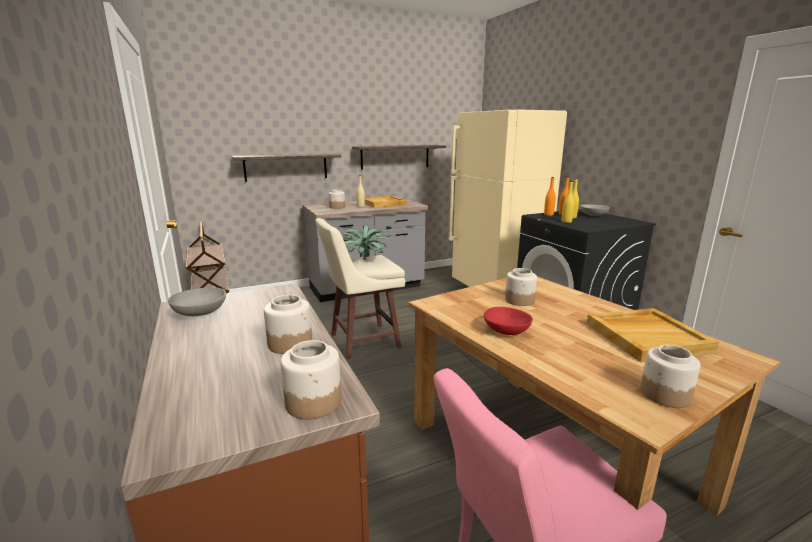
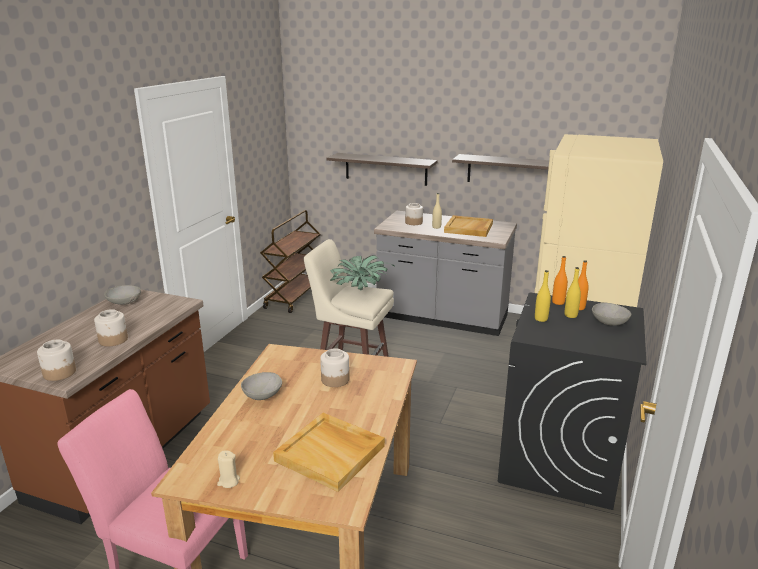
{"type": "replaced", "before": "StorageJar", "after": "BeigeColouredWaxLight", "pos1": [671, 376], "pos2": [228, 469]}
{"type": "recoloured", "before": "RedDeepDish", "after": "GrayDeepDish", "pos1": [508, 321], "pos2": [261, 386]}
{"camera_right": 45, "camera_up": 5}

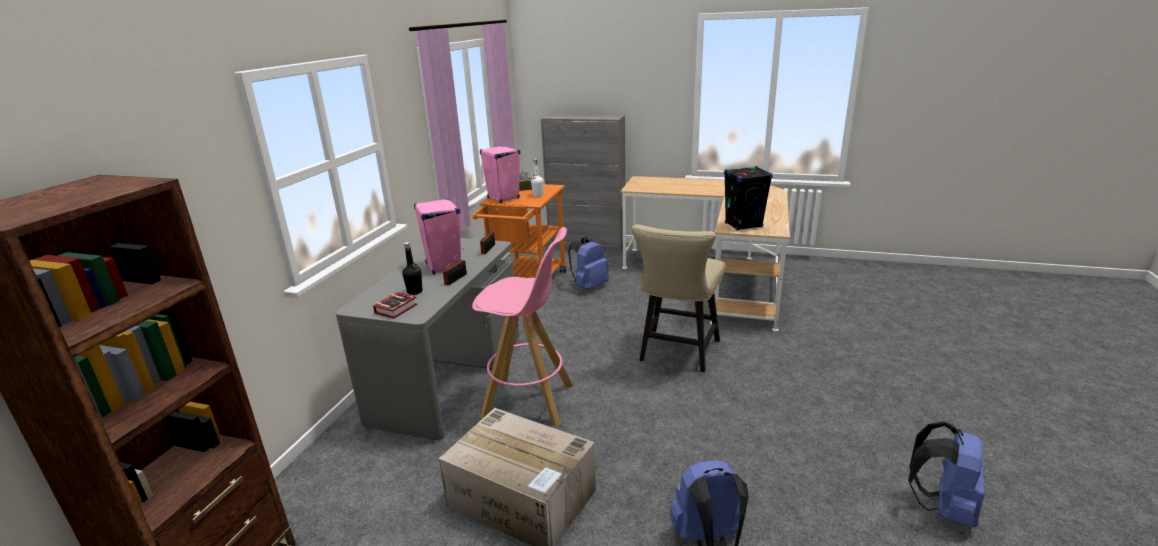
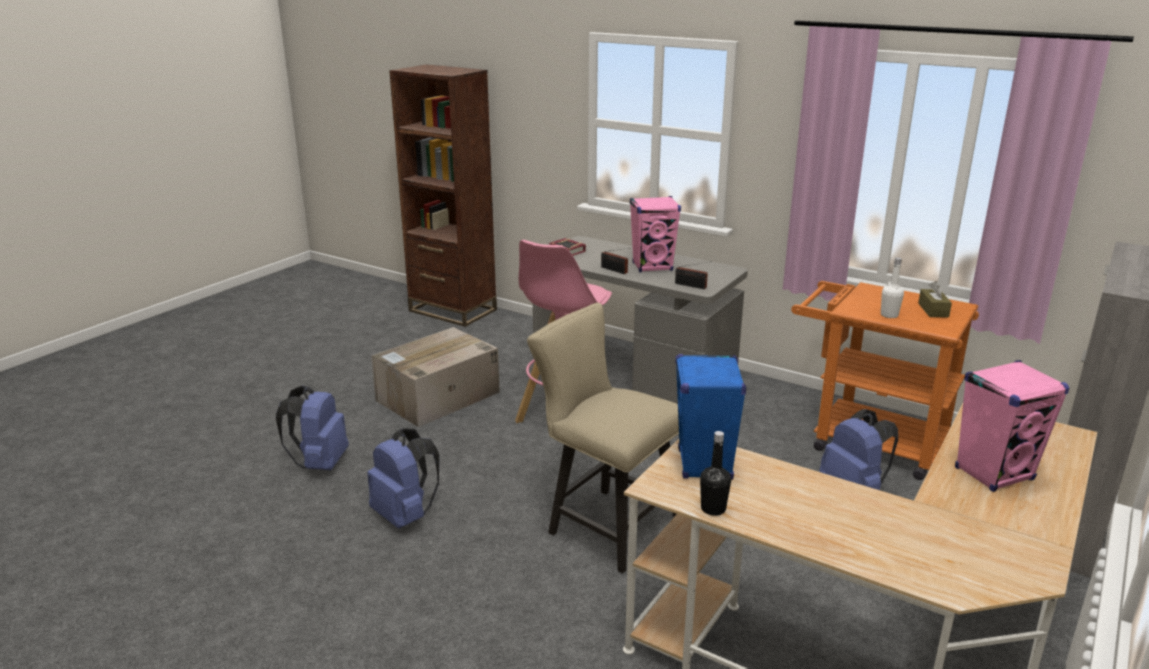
{"type": "moved", "before": "BlackDrinkBottle", "pos1": [412, 268], "pos2": [715, 473]}
{"type": "moved", "before": "PinkColouredLoudspeaker", "pos1": [500, 174], "pos2": [1012, 426]}
{"type": "moved", "before": "BluishKnapsack", "pos1": [946, 474], "pos2": [403, 478]}
{"type": "recoloured", "before": "BlackLoudspeaker", "after": "BluishLoudspeaker", "pos1": [748, 198], "pos2": [710, 417]}
{"camera_right": 105, "camera_up": 0}

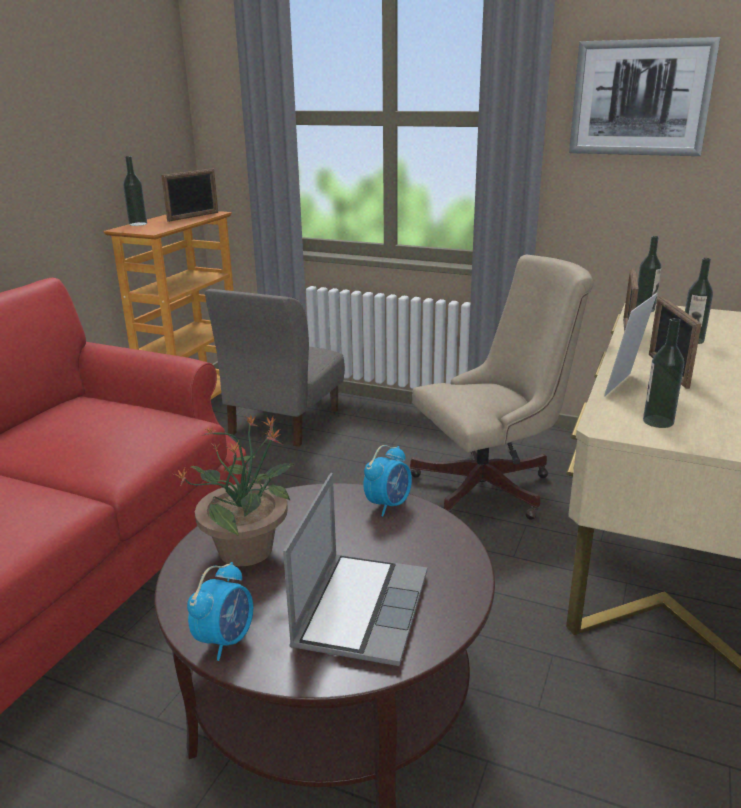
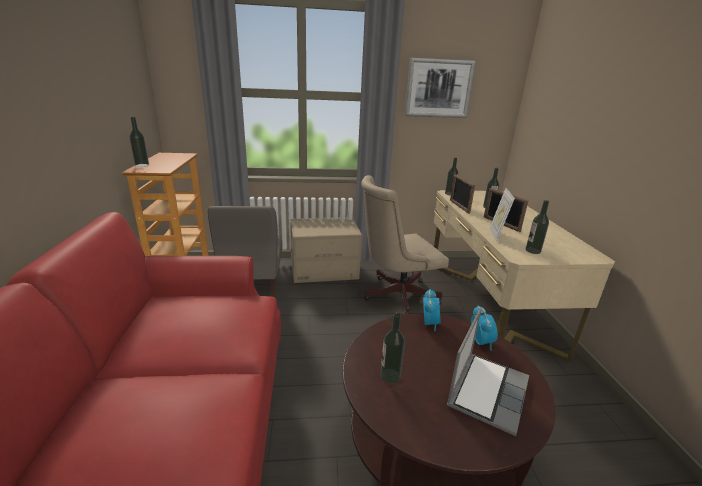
{"type": "removed", "before": "StandingFrame", "pos1": [189, 195]}
{"type": "added", "after": "Carton", "pos2": [326, 250]}
{"type": "moved", "before": "AlarmClock", "pos1": [220, 611], "pos2": [484, 328]}
{"type": "replaced", "before": "PottedPlant", "after": "DrinkBottle", "pos1": [234, 490], "pos2": [393, 348]}
{"type": "turned", "before": "Laptop", "pos1": [355, 569], "pos2": [488, 372], "turn": 45}
{"type": "turned", "before": "BeigeColouredDeskChair", "pos1": [502, 387], "pos2": [405, 245], "turn": -150}
{"camera_right": -30, "camera_up": 0}

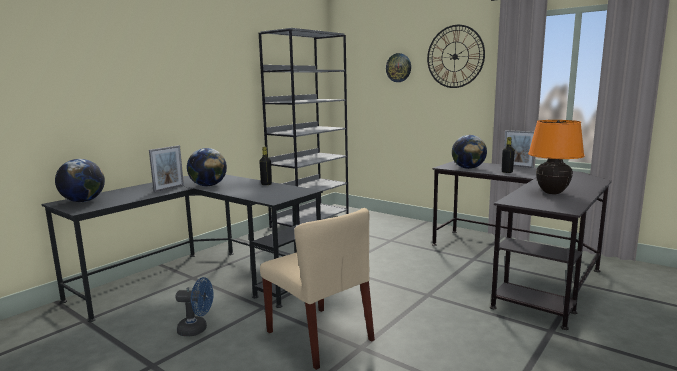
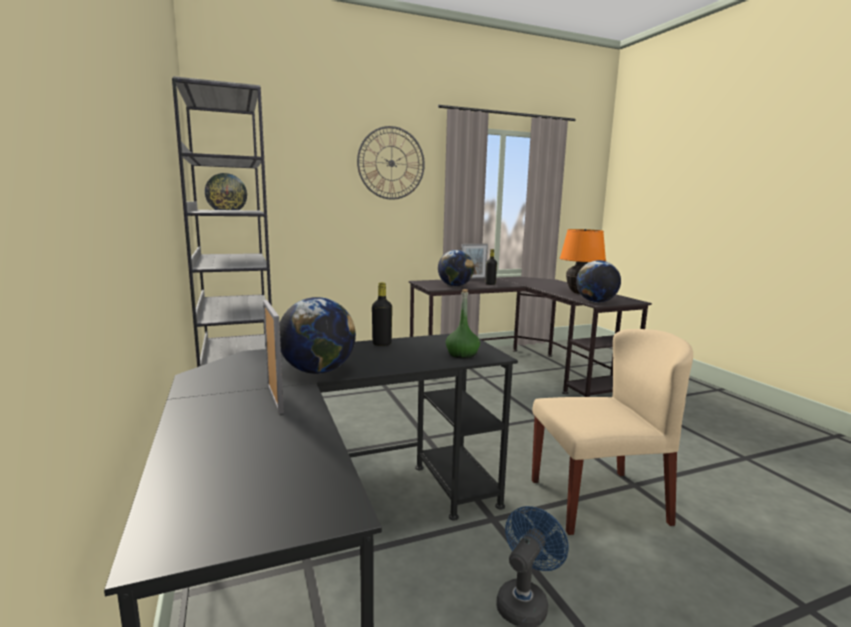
{"type": "added", "after": "GreenishDrinkBottle", "pos2": [463, 323]}
{"type": "moved", "before": "Globe", "pos1": [80, 180], "pos2": [598, 281]}
{"type": "moved", "before": "ClockOnTheWall", "pos1": [398, 67], "pos2": [226, 191]}
{"camera_right": -60, "camera_up": 0}

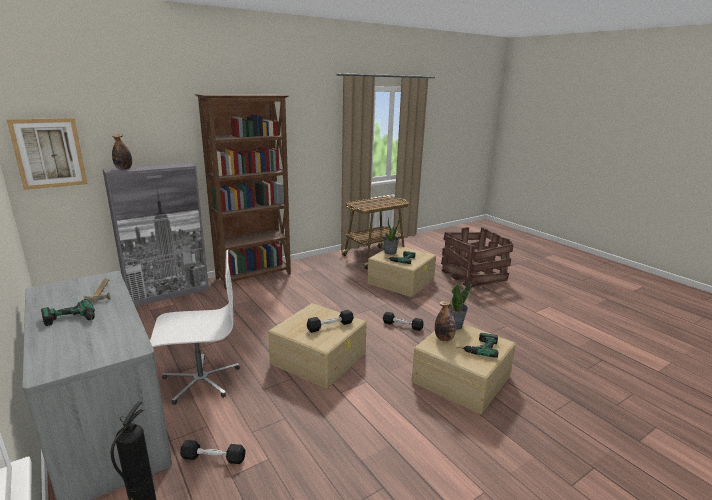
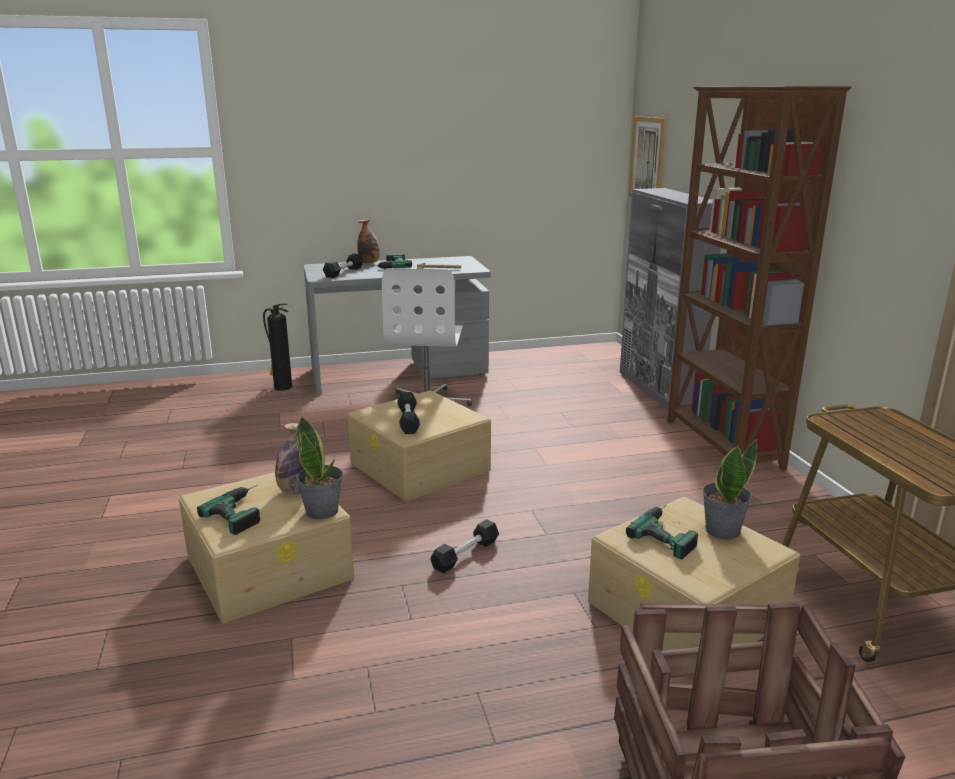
{"type": "moved", "before": "DrinkBottle", "pos1": [122, 152], "pos2": [368, 241]}
{"type": "moved", "before": "BlackDumbbell", "pos1": [213, 452], "pos2": [343, 266]}
{"camera_right": 110, "camera_up": 0}

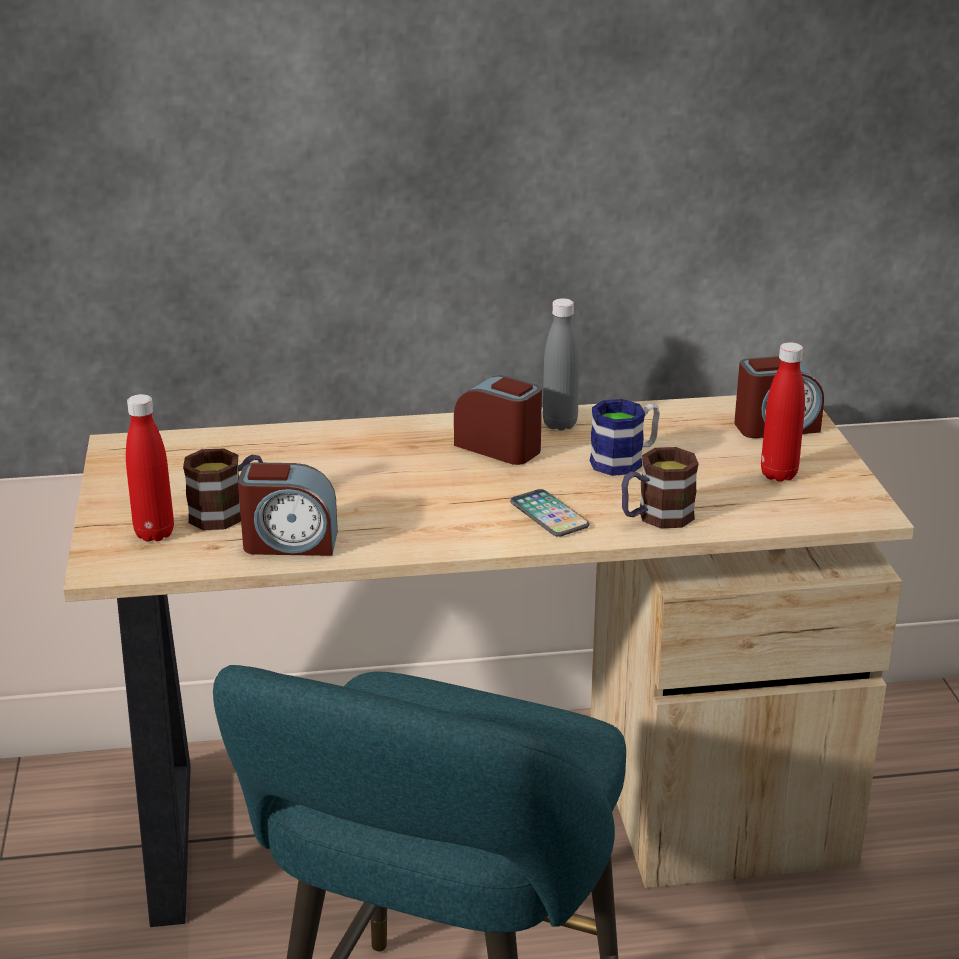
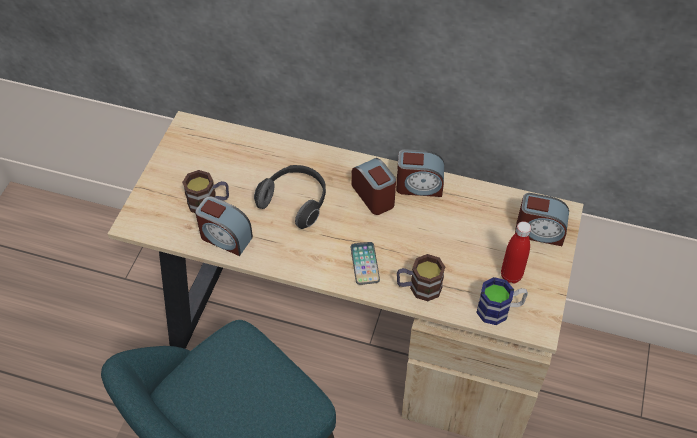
{"type": "removed", "before": "RedDrinkBottle", "pos1": [150, 468]}
{"type": "added", "after": "Headphones", "pos2": [290, 197]}
{"type": "moved", "before": "CoffeeMug", "pos1": [625, 437], "pos2": [502, 301]}
{"type": "replaced", "before": "GrayDrinkBottle", "after": "AlarmClock", "pos1": [561, 364], "pos2": [420, 173]}
{"camera_right": 25, "camera_up": 25}

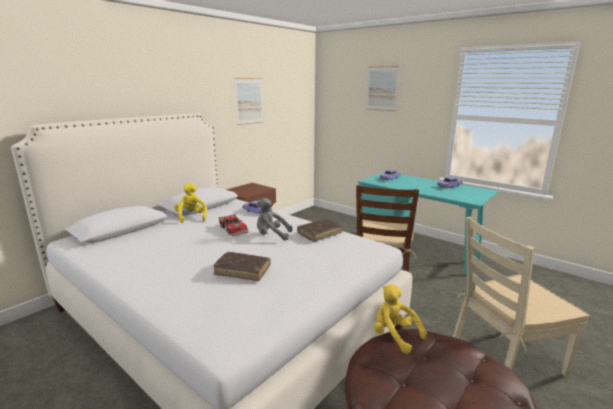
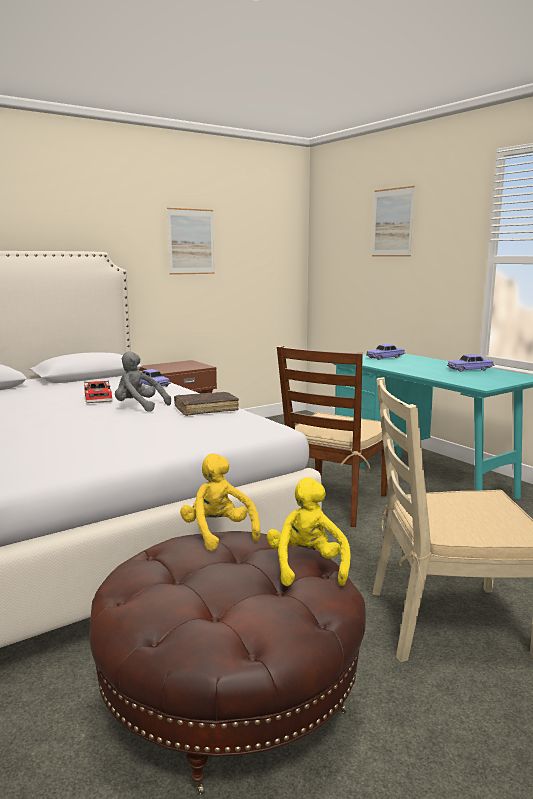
{"type": "removed", "before": "BrownColouredVolume", "pos1": [242, 266]}
{"type": "moved", "before": "YellowCuddlyToy", "pos1": [190, 203], "pos2": [309, 531]}
{"camera_right": 15, "camera_up": -5}

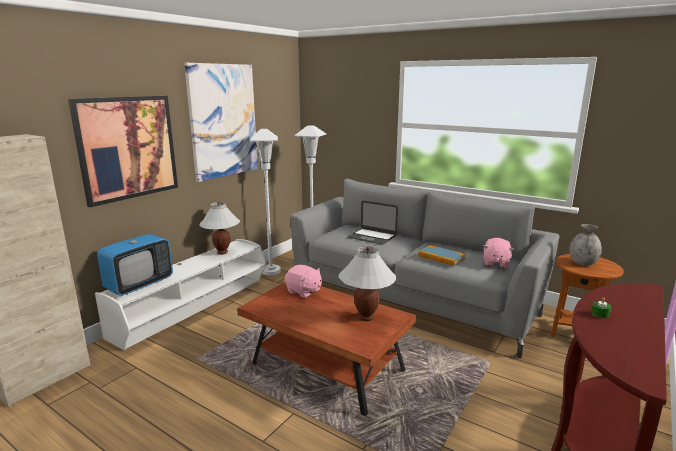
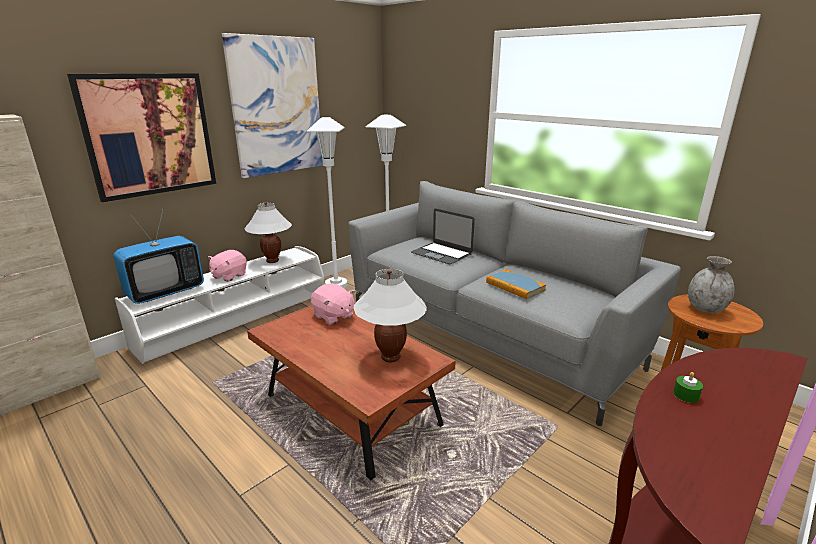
{"type": "moved", "before": "PinkColouredCuddlyToy", "pos1": [498, 253], "pos2": [227, 266]}
{"camera_right": 10, "camera_up": 5}

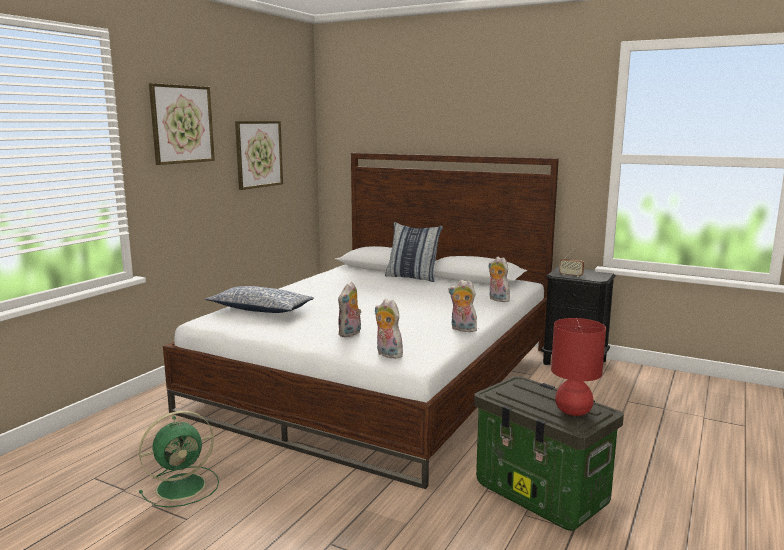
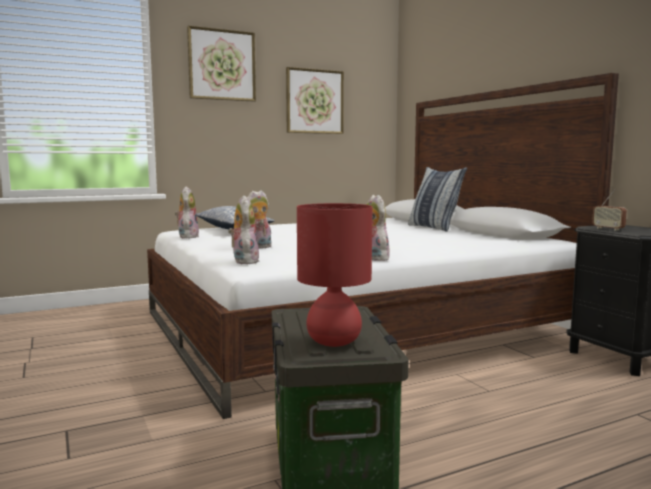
{"type": "removed", "before": "GreenishFan", "pos1": [179, 459]}
{"type": "moved", "before": "CuddlyToy", "pos1": [499, 279], "pos2": [187, 213]}
{"camera_right": 35, "camera_up": -5}

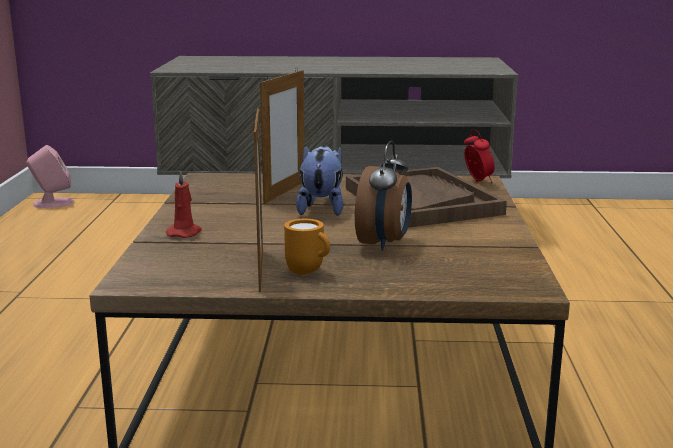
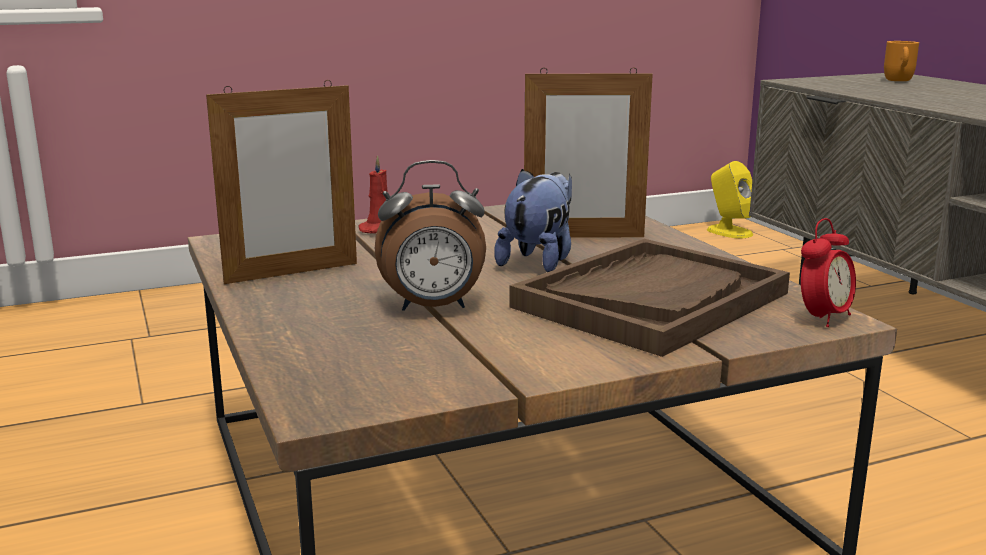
{"type": "moved", "before": "OrangeyCoffeeMug", "pos1": [307, 247], "pos2": [901, 61]}
{"type": "recoloured", "before": "PinkColouredLoudspeaker", "after": "YellowLoudspeaker", "pos1": [50, 176], "pos2": [730, 200]}
{"type": "turned", "before": "CuddlyToy", "pos1": [319, 180], "pos2": [533, 220], "turn": -45}
{"camera_right": 65, "camera_up": 0}

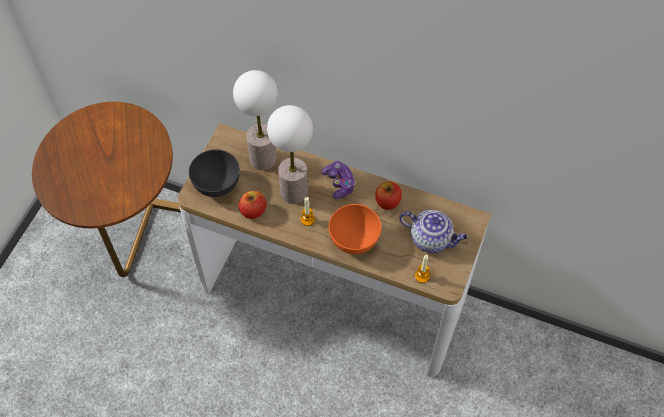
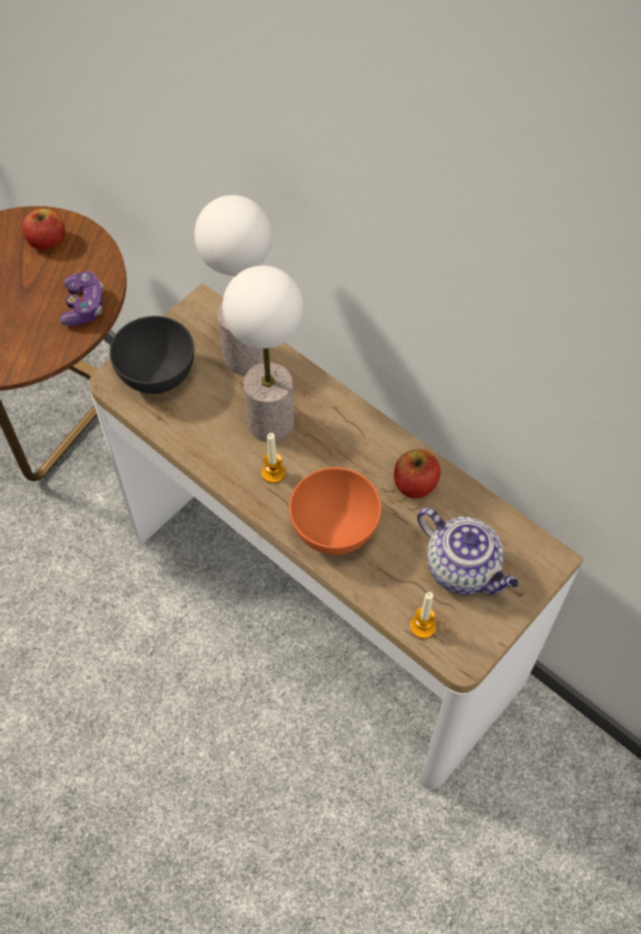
{"type": "moved", "before": "AppleFruit", "pos1": [252, 205], "pos2": [43, 229]}
{"type": "moved", "before": "GameController", "pos1": [338, 180], "pos2": [82, 298]}
{"camera_right": 20, "camera_up": 0}

